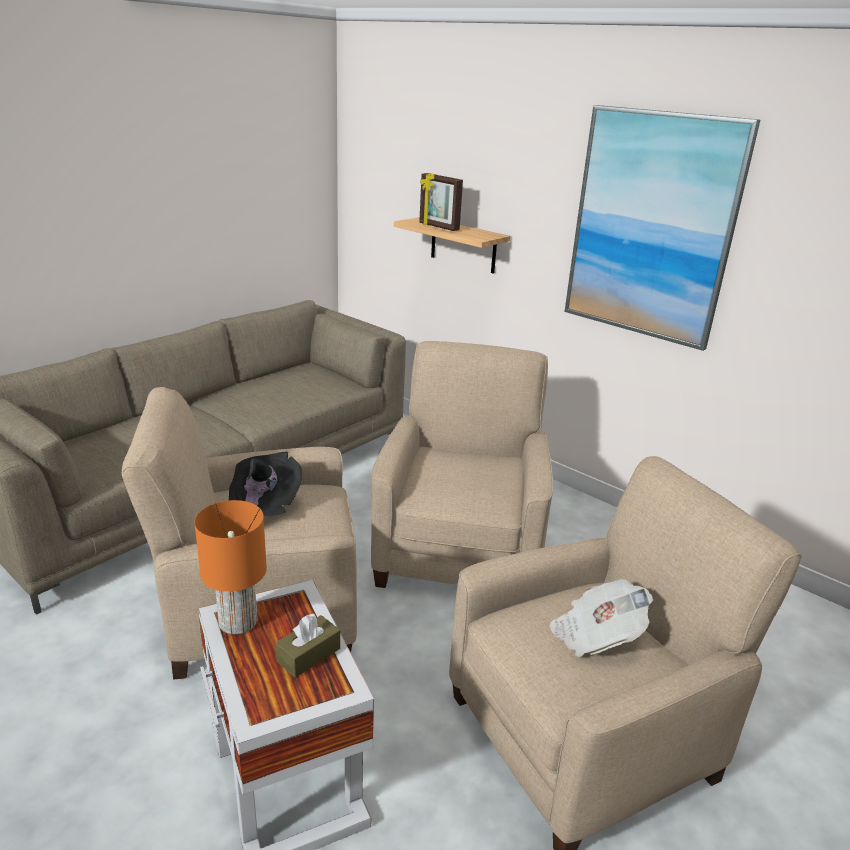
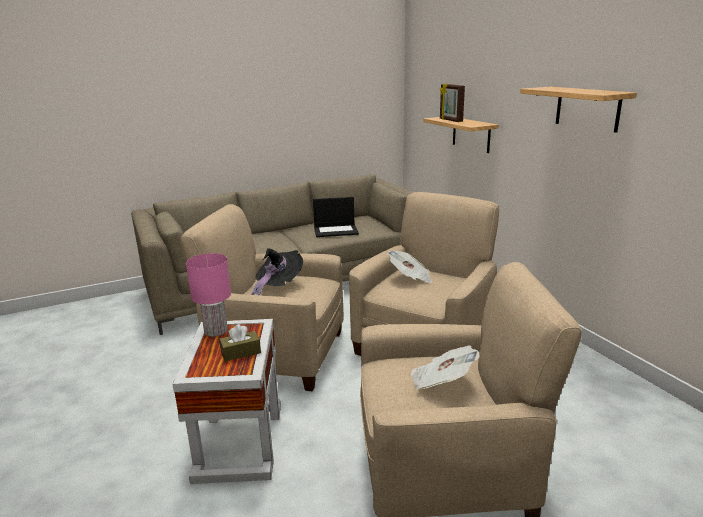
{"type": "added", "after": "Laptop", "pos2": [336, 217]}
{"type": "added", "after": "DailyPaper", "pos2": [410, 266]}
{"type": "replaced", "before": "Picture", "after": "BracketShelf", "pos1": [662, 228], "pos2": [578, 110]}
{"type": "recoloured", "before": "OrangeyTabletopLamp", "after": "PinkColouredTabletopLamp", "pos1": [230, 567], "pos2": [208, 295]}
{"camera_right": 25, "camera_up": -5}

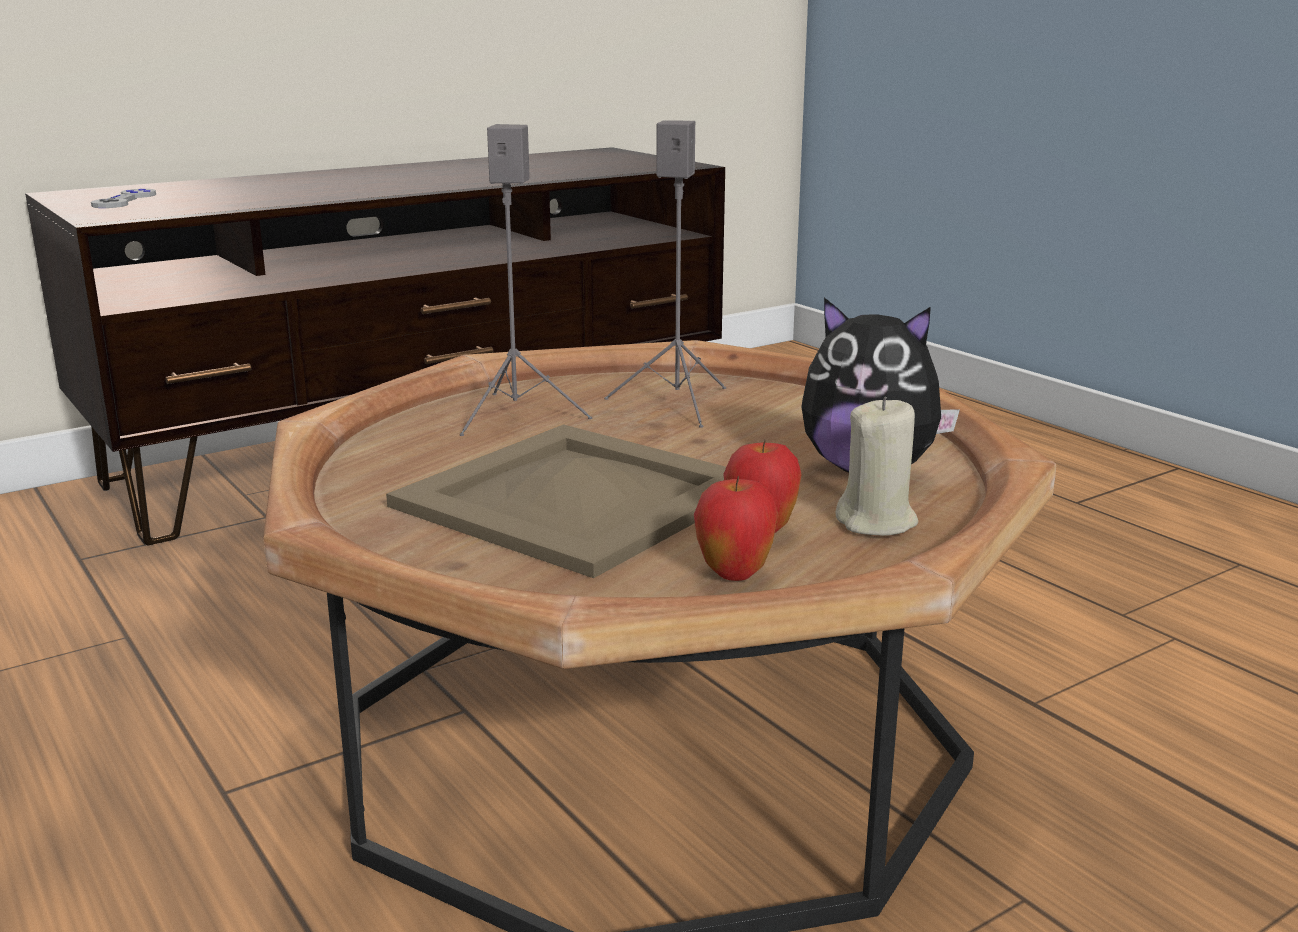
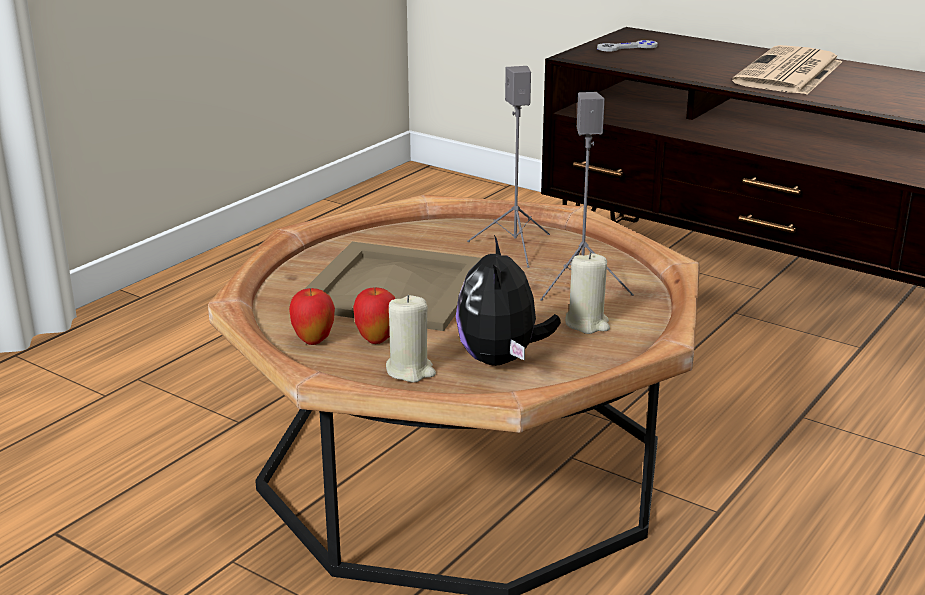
{"type": "added", "after": "BeigeColouredWaxLight", "pos2": [587, 293]}
{"type": "added", "after": "DailyPaper", "pos2": [787, 70]}
{"camera_right": 70, "camera_up": 5}

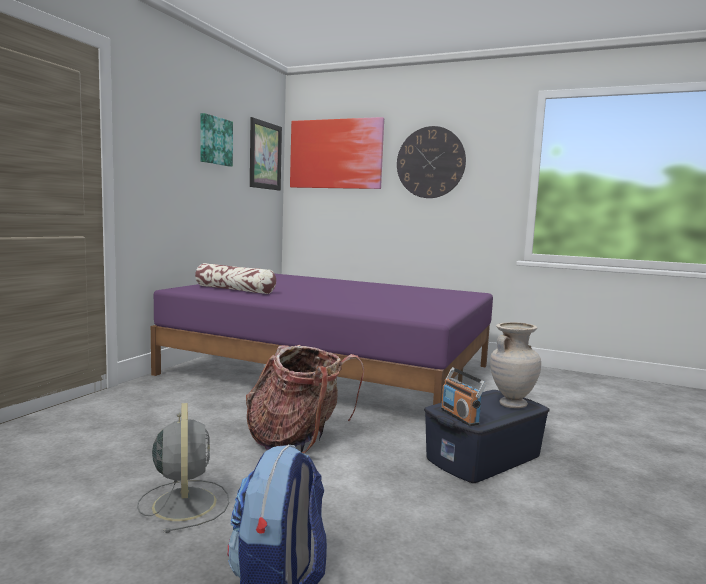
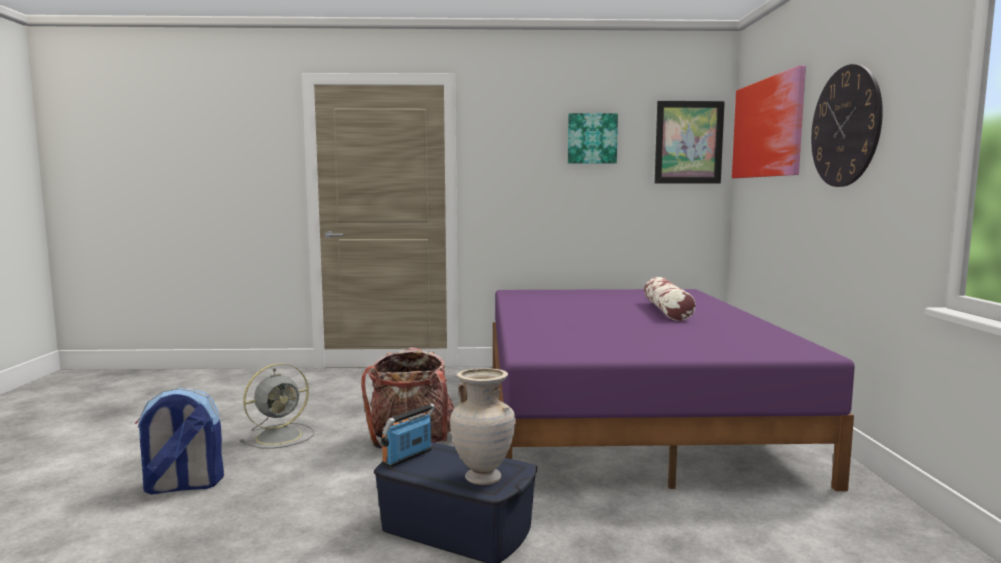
{"type": "moved", "before": "ThrowPillow", "pos1": [235, 278], "pos2": [670, 299]}
{"camera_right": 65, "camera_up": 0}

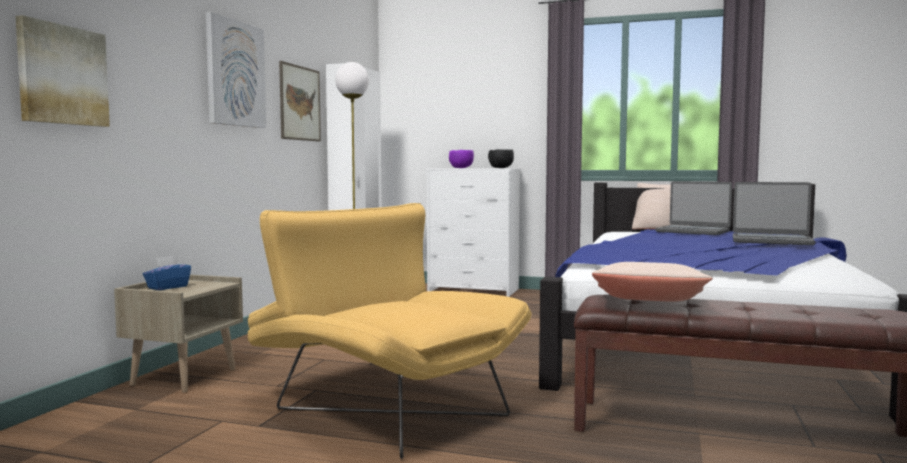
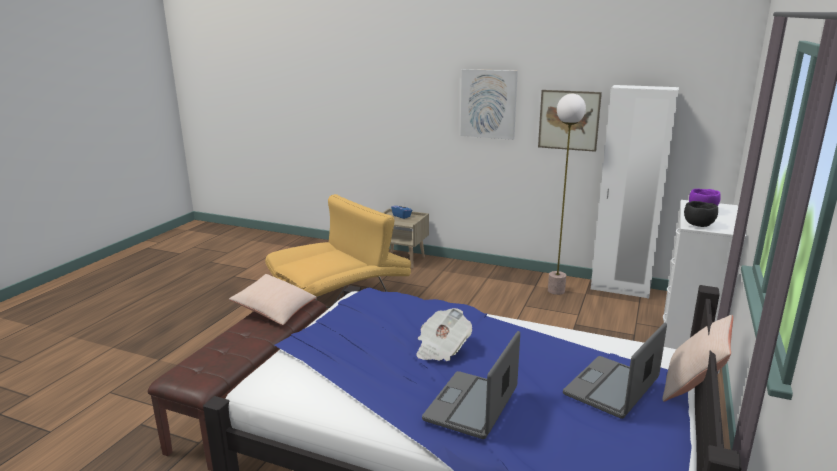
{"type": "removed", "before": "Picture", "pos1": [62, 71]}
{"type": "added", "after": "DailyPaper", "pos2": [444, 334]}
{"camera_right": 95, "camera_up": 15}

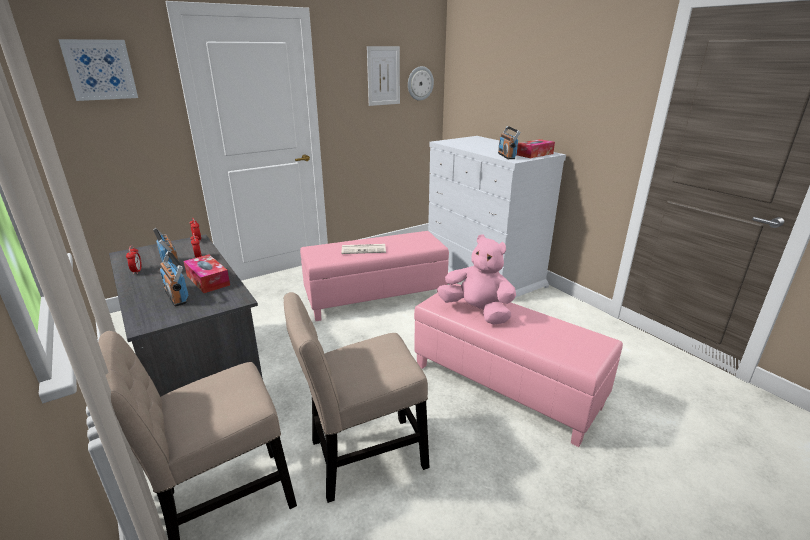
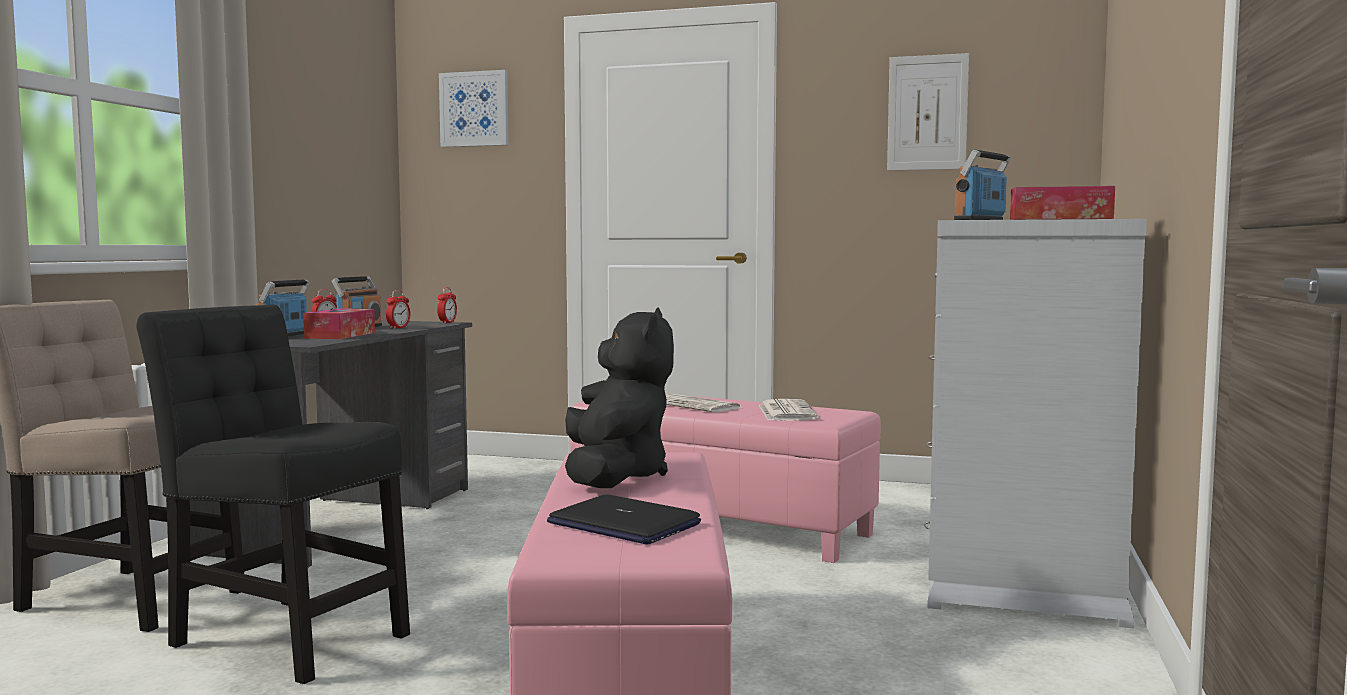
{"type": "removed", "before": "ClockOnTheWall", "pos1": [421, 83]}
{"type": "added", "after": "Laptop", "pos2": [624, 519]}
{"type": "added", "after": "DailyPaper", "pos2": [789, 410]}
{"type": "recoloured", "before": "BeigeColouredUprightChair", "after": "BlackUprightChair", "pos1": [357, 397], "pos2": [273, 494]}
{"type": "recoloured", "before": "PinkColouredCuddlyToy", "after": "BlackCuddlyToy", "pos1": [476, 280], "pos2": [619, 397]}
{"camera_right": 50, "camera_up": -20}

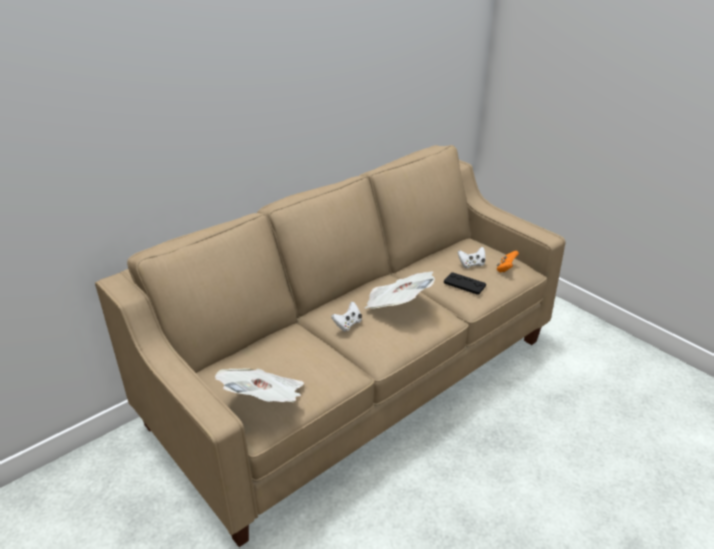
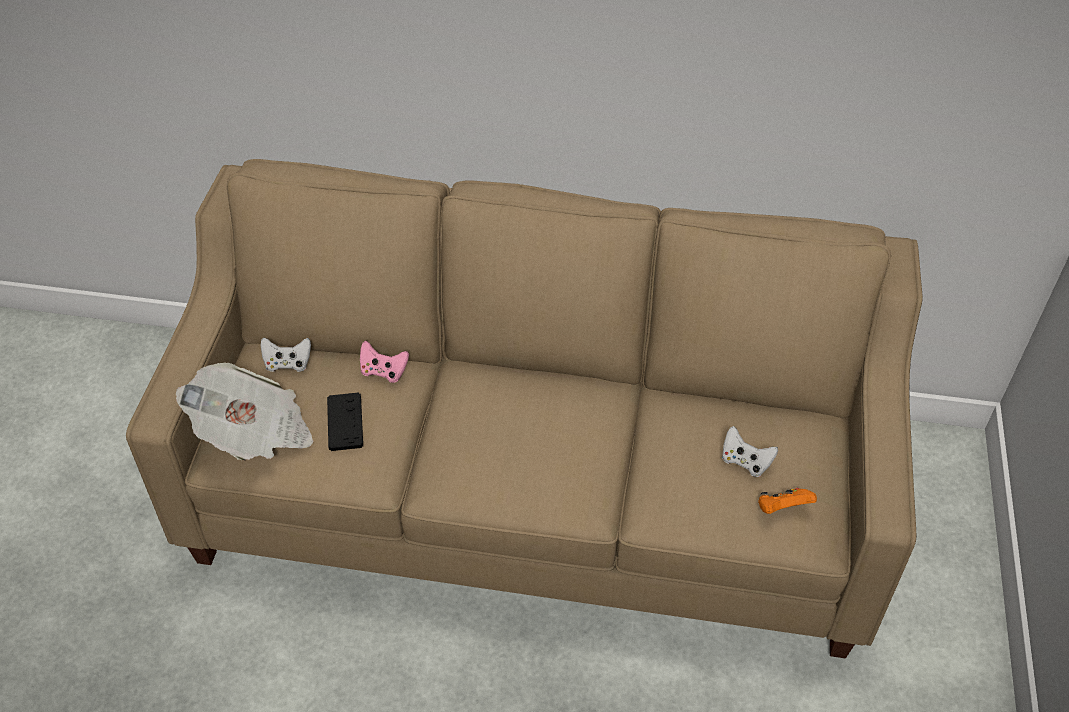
{"type": "removed", "before": "DailyPaper", "pos1": [399, 290]}
{"type": "added", "after": "PinkColouredGameController", "pos2": [384, 362]}
{"type": "moved", "before": "WhiteColouredGameController", "pos1": [346, 316], "pos2": [286, 355]}
{"type": "moved", "before": "BlackGameController", "pos1": [465, 283], "pos2": [345, 421]}
{"camera_right": 50, "camera_up": 15}

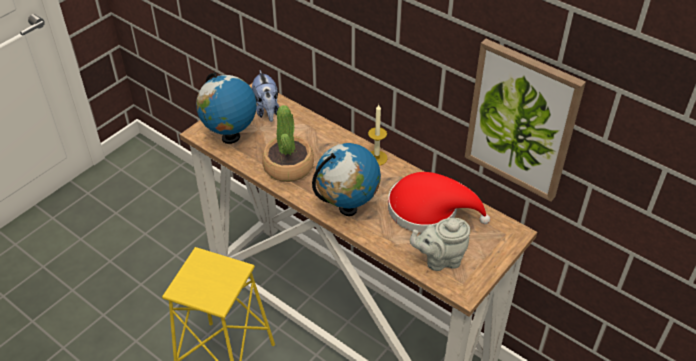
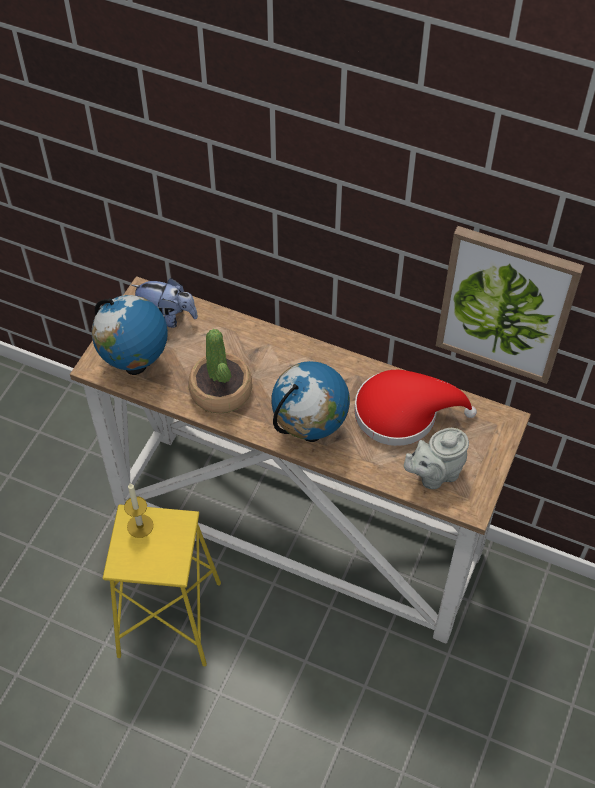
{"type": "moved", "before": "WaxLight", "pos1": [378, 135], "pos2": [138, 510]}
{"type": "turned", "before": "CuddlyToy", "pos1": [265, 96], "pos2": [164, 303], "turn": -45}
{"camera_right": -15, "camera_up": 10}

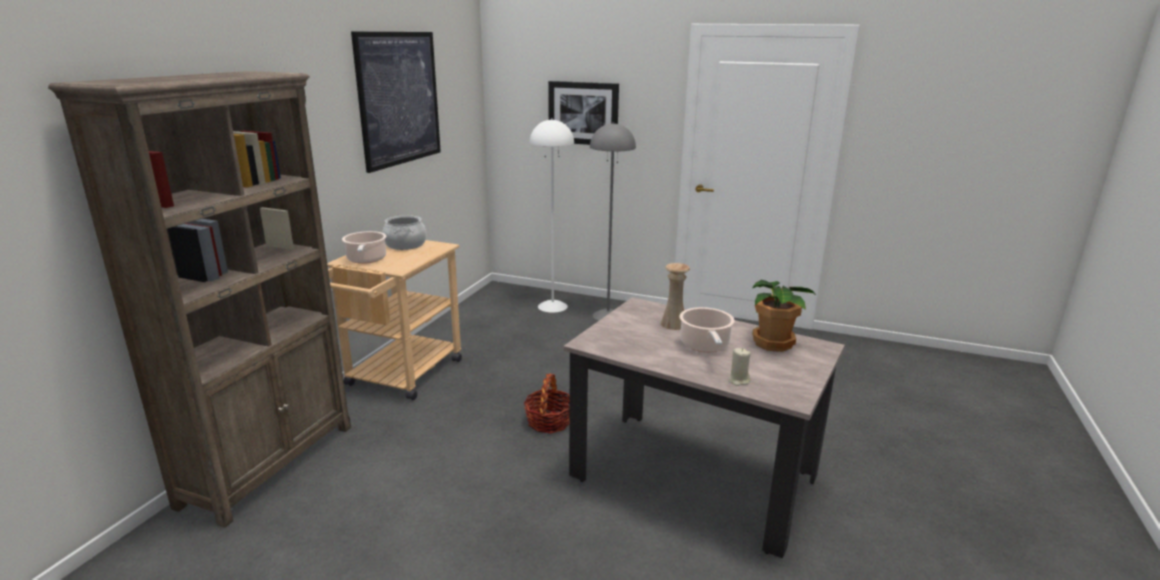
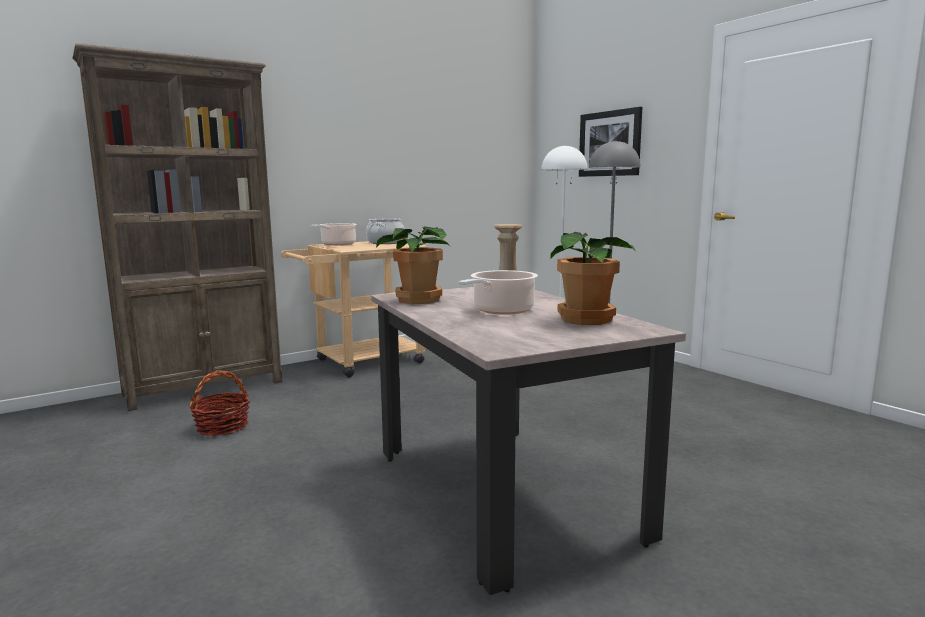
{"type": "removed", "before": "Picture", "pos1": [396, 102]}
{"type": "removed", "before": "BeigeColouredWaxLight", "pos1": [739, 367]}
{"type": "added", "after": "PottedPlant", "pos2": [413, 265]}
{"type": "moved", "before": "StorageBasket", "pos1": [546, 403], "pos2": [219, 403]}
{"camera_right": 35, "camera_up": -10}

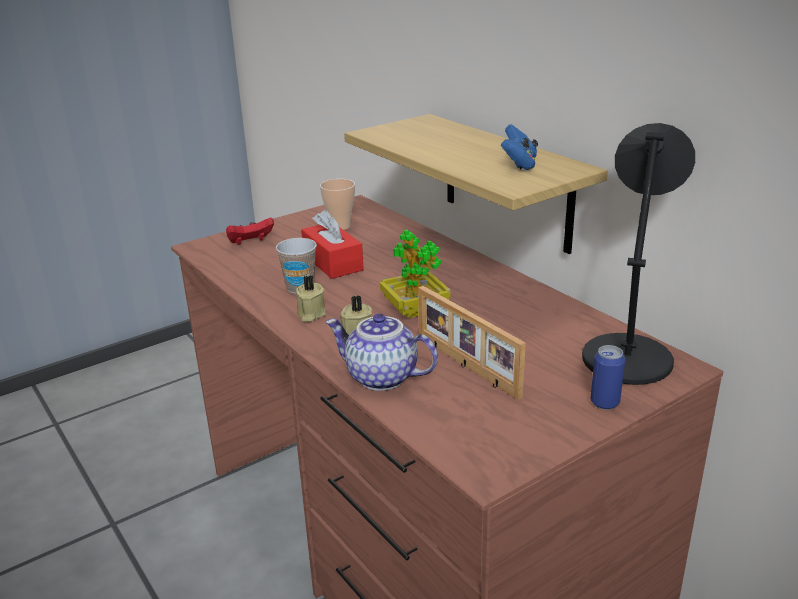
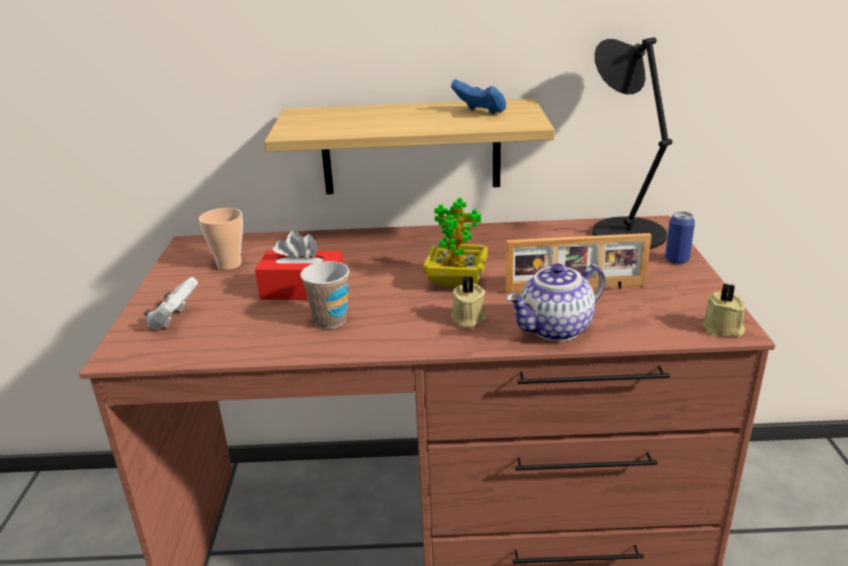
{"type": "moved", "before": "BeigeColouredWaxLight", "pos1": [311, 298], "pos2": [724, 310]}
{"type": "recoloured", "before": "RedGameController", "after": "WhiteColouredGameController", "pos1": [250, 231], "pos2": [171, 303]}
{"camera_right": -55, "camera_up": 0}

